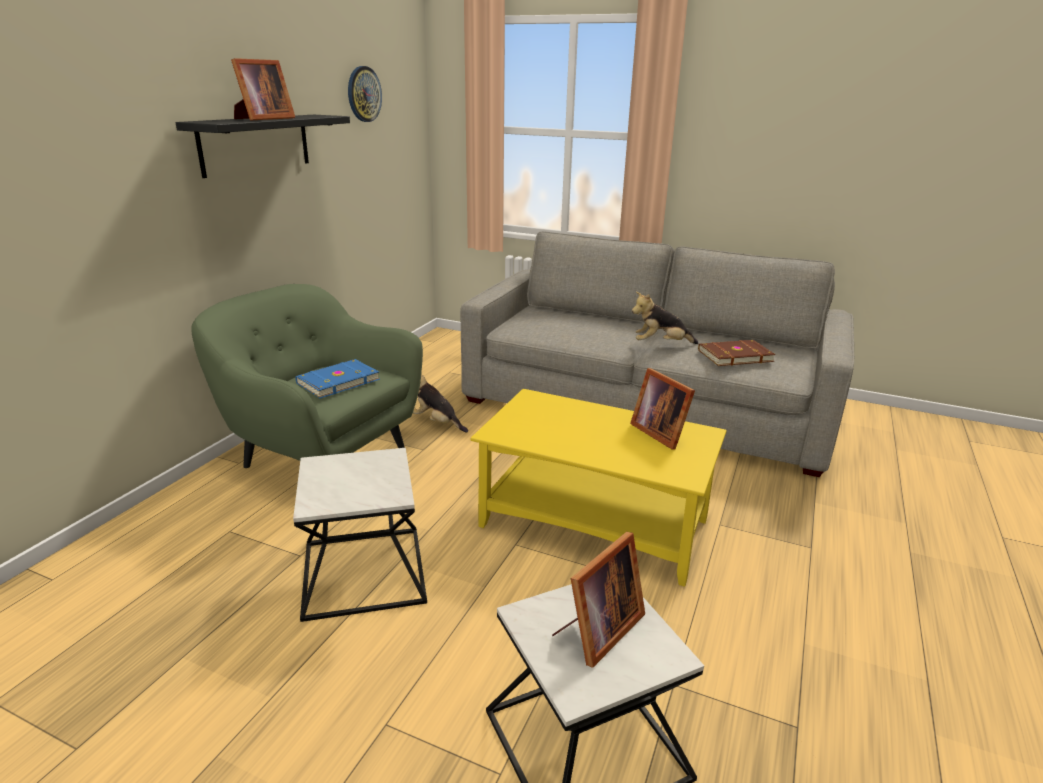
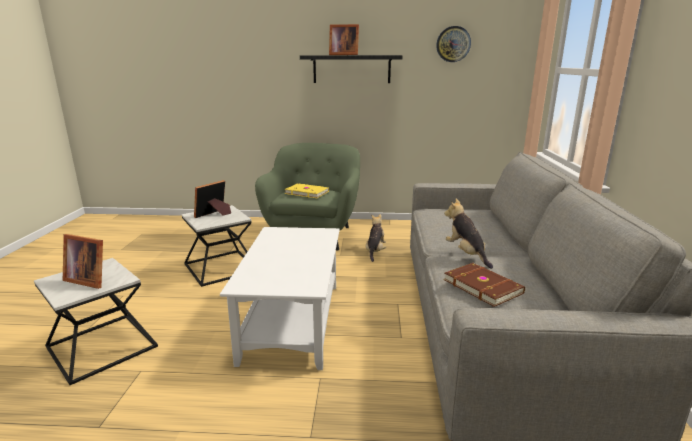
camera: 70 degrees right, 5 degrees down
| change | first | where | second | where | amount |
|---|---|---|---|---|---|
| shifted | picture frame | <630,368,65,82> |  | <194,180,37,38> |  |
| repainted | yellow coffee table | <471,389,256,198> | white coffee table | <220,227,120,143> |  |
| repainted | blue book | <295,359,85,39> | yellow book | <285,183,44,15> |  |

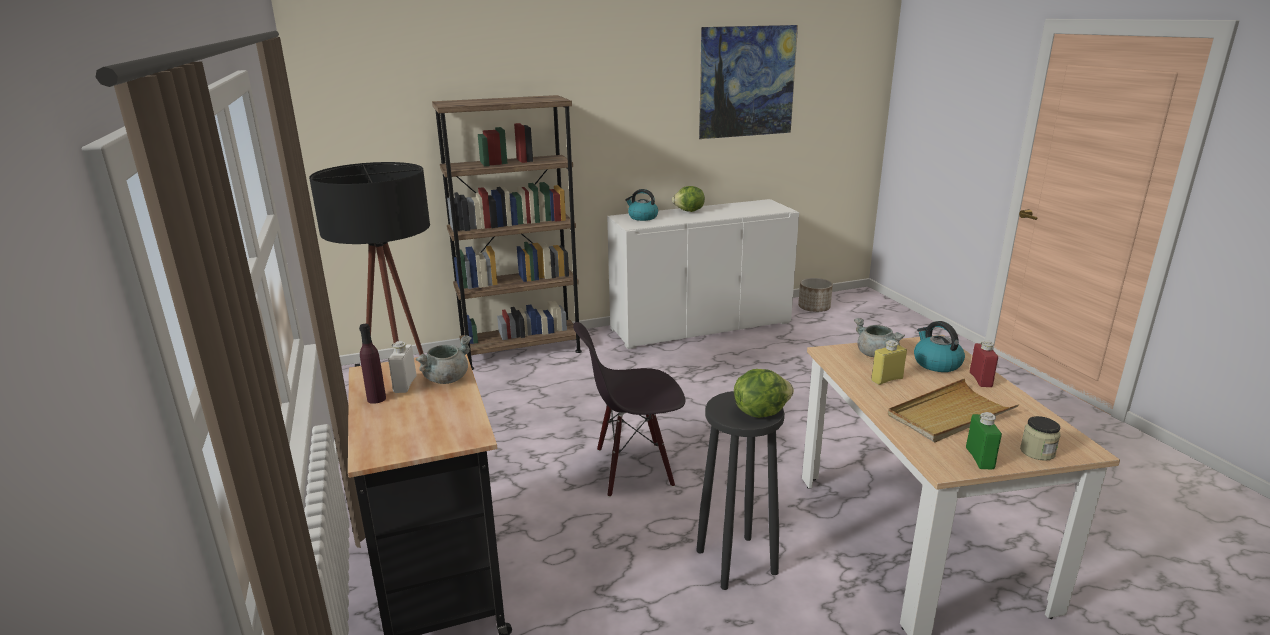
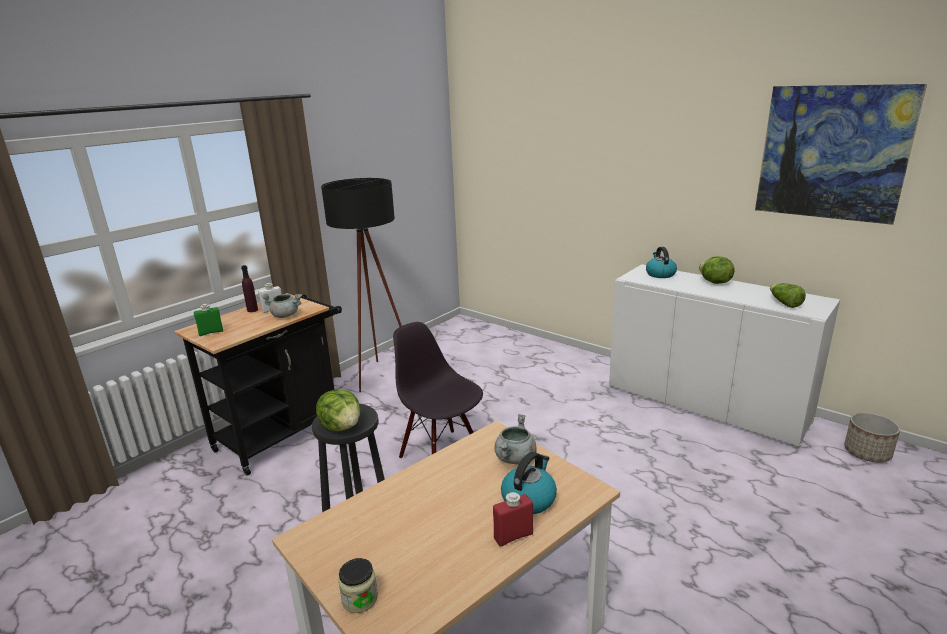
camera: 60 degrees right, 0 degrees up
| change | first | where | second | where | amount |
|---|---|---|---|---|---|
| shifted | green bottle | <966,412,36,57> |  | <194,304,29,32> |  |
| new |  |  | lettuce | <770,283,36,25> |  |
| gone | brown bookcase | <432,95,150,275> |  |  |  |
| gone | yellow bottle | <871,340,36,45> |  |  |  |
| gone | beige tray | <888,378,131,64> |  |  |  |

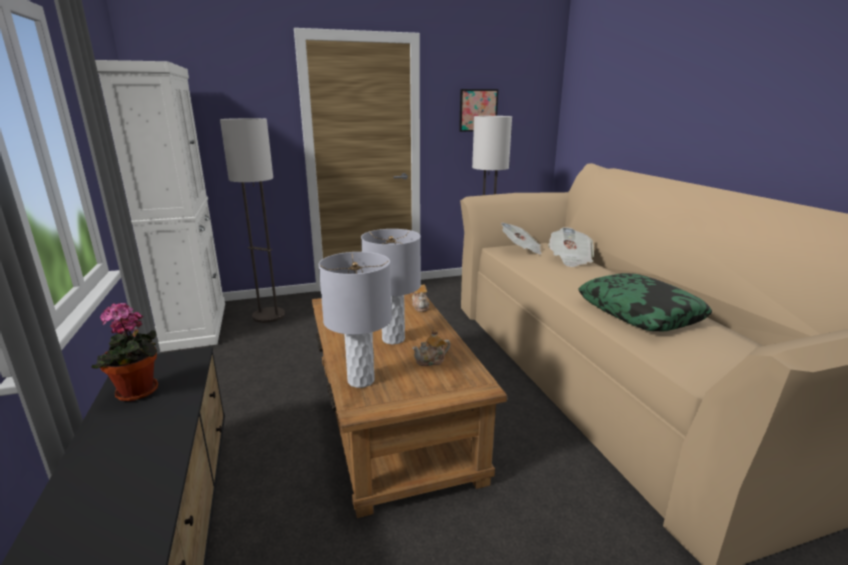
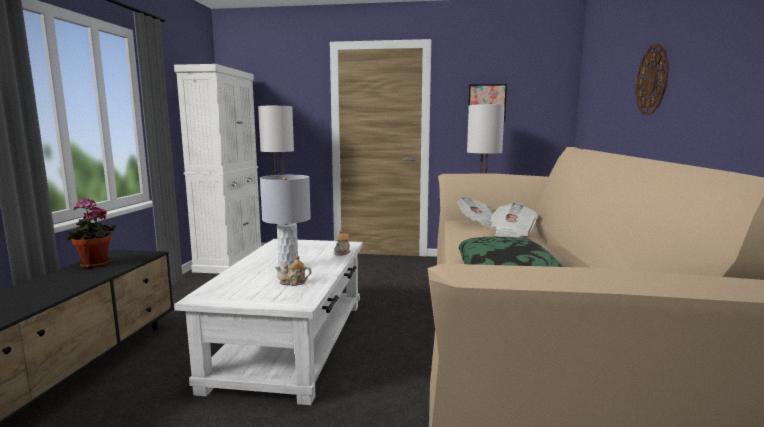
camera: 25 degrees right, 10 degrees down
| change | first | where | second | where | amount |
|---|---|---|---|---|---|
| repainted | brown coffee table | <312,293,195,225> | white coffee table | <174,239,189,166> |  |
| new |  |  | wall clock | <635,43,34,72> |  |
| gone | grey table lamp | <318,252,74,136> |  |  |  |

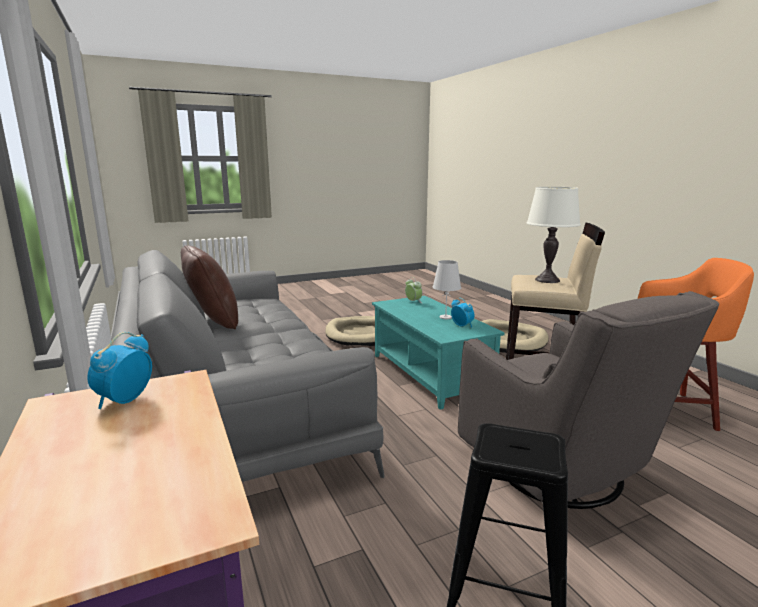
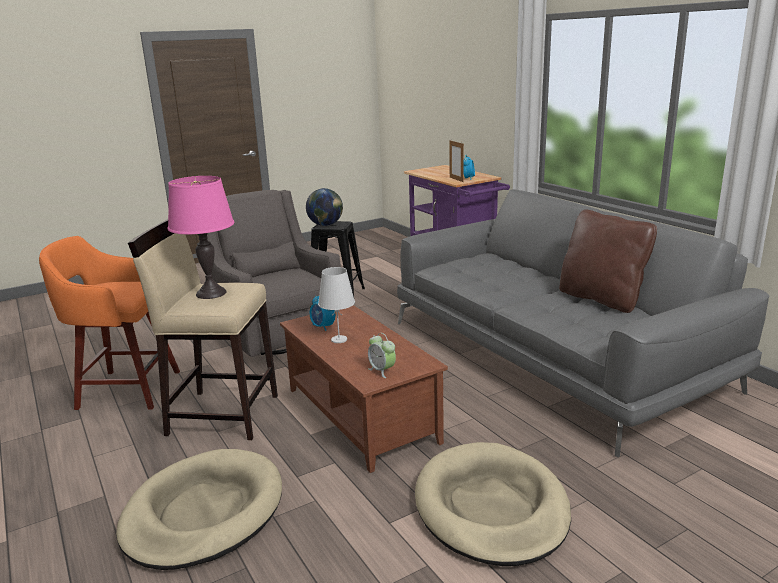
camera: 175 degrees right, 5 degrees up
| change | first | where | second | where | amount |
|---|---|---|---|---|---|
| repainted | white table lamp | <527,187,54,96> | pink table lamp | <168,176,66,123> |  |
| repainted | turquoise coffee table | <372,296,133,114> | brown coffee table | <280,305,168,168> |  |
| new |  |  | globe | <306,188,37,38> |  |
| new |  |  | picture frame | <450,140,14,42> |  |

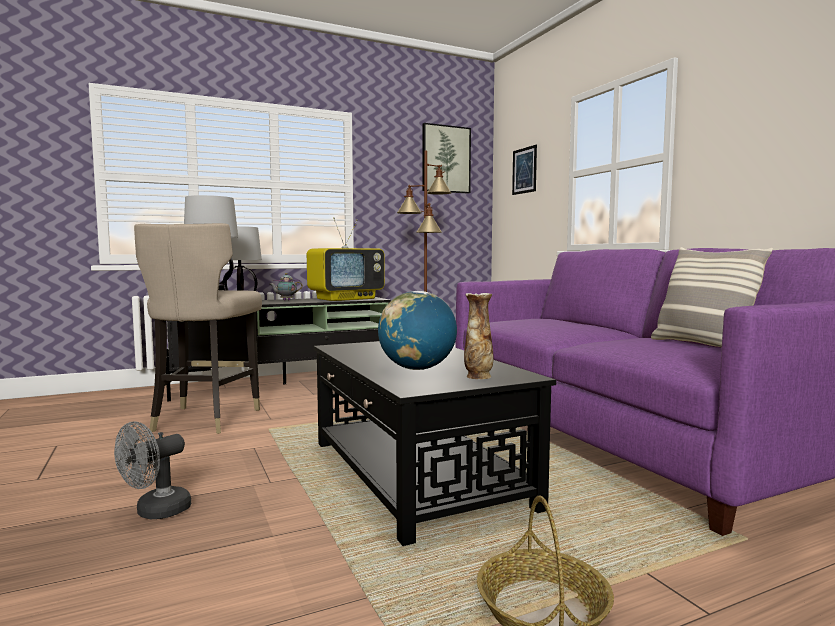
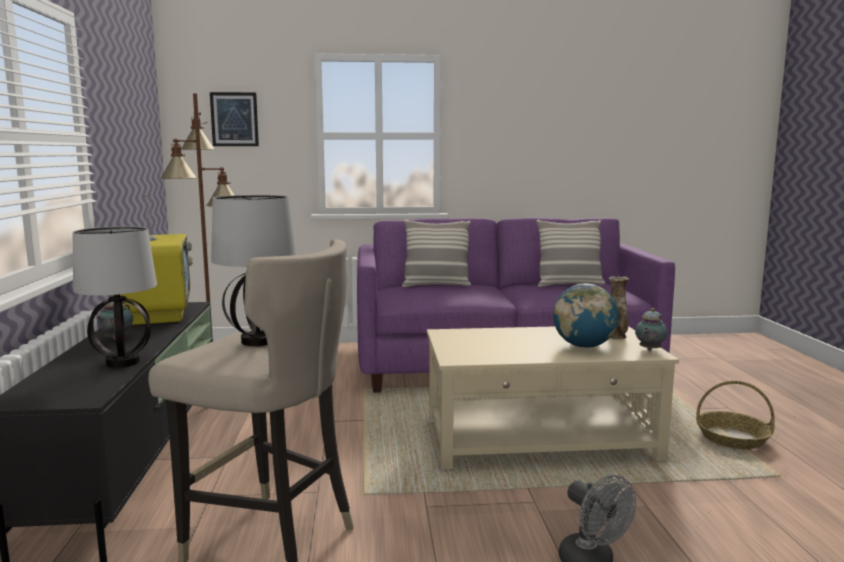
camera: 70 degrees left, 5 degrees up
| change | first | where | second | where | amount |
|---|---|---|---|---|---|
| new |  |  | pillow | <402,219,69,68> |  |
| repainted | black coffee table | <313,341,243,205> | beige coffee table | <427,326,252,144> |  |
| new |  |  | teapot | <635,308,33,43> |  |
| gone | picture | <422,123,49,70> |  |  |  |

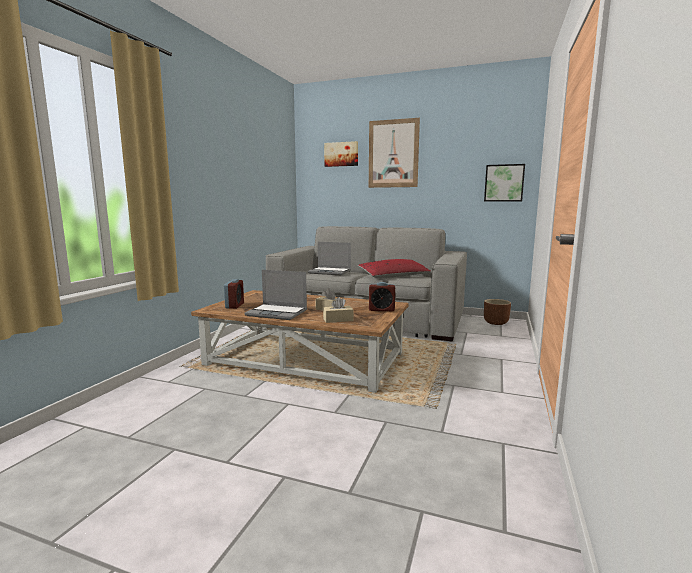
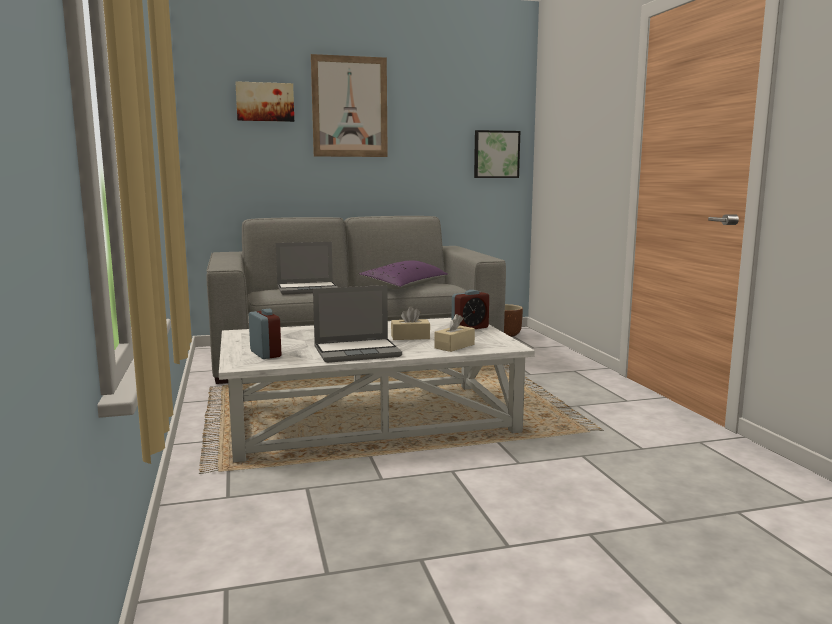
camera: 35 degrees left, 0 degrees up
| change | first | where | second | where | amount |
|---|---|---|---|---|---|
| repainted | brown coffee table | <191,290,218,103> | white coffee table | <219,318,316,144> |  |
| repainted | red pillow | <358,259,73,19> | purple pillow | <359,261,89,28> |  |

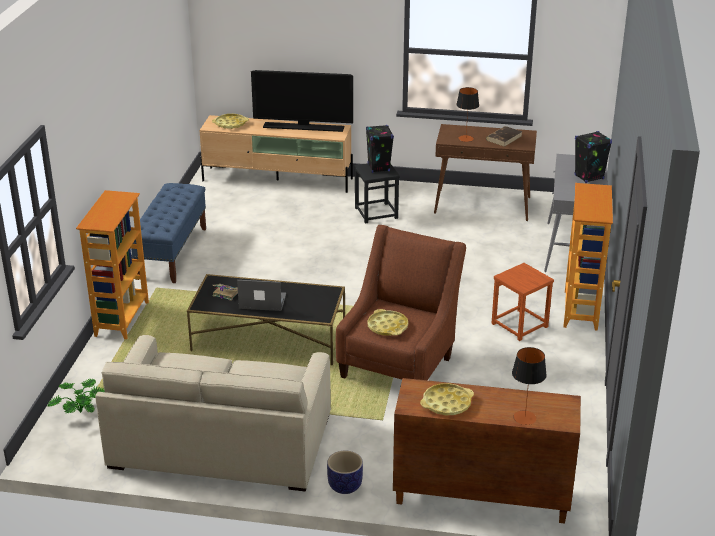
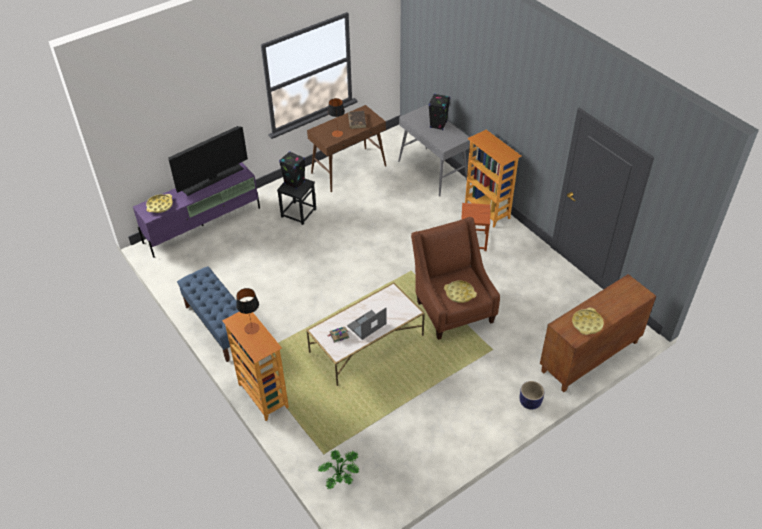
camera: 45 degrees left, 15 degrees up
| change | first | where | second | where | amount |
|---|---|---|---|---|---|
| repainted | beige tv stand | <199,115,154,78> | purple tv stand | <133,162,127,96> |  |
| shifted | table lamp | <512,347,35,78> |  | <236,288,24,46> |  |
| repainted | black coffee table | <187,274,158,91> | white coffee table | <306,283,119,103> |  |
| gone | beige sofa | <95,335,236,157> |  |  |  |

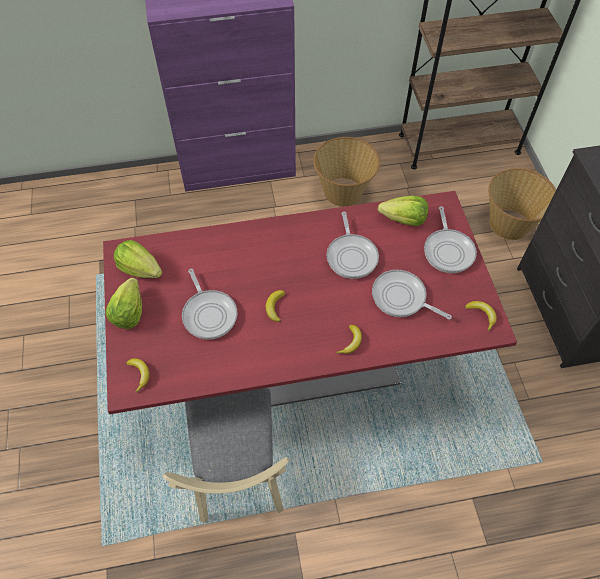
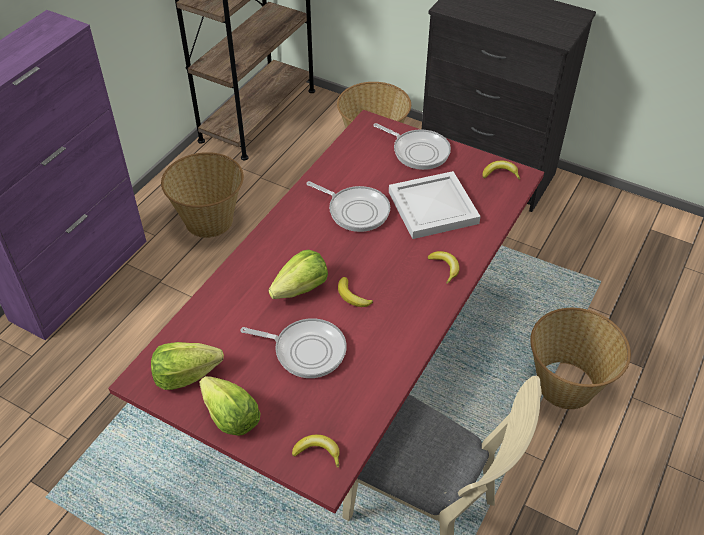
camera: 50 degrees left, 10 degrees down
| change | first | where | second | where | amount |
|---|---|---|---|---|---|
| shifted | lettuce | <378,196,50,30> |  | <268,250,60,49> |  |
| swapped | frying pan | <372,270,80,50> | white tray | <389,171,92,68> |  |
| new |  |  | basket | <530,308,101,101> |  |

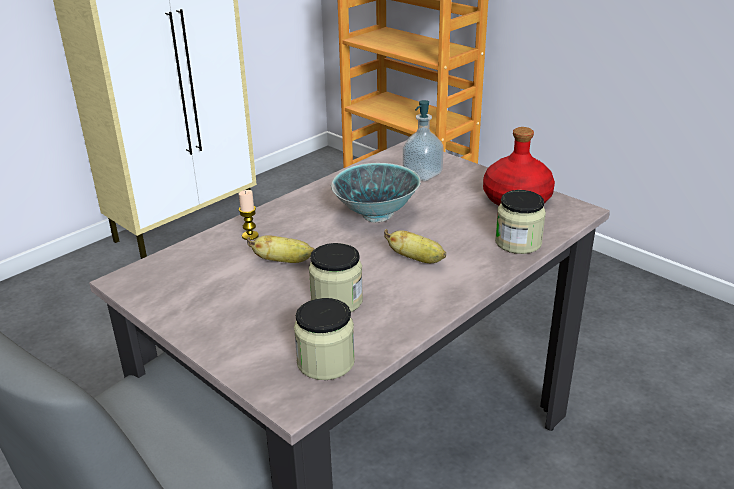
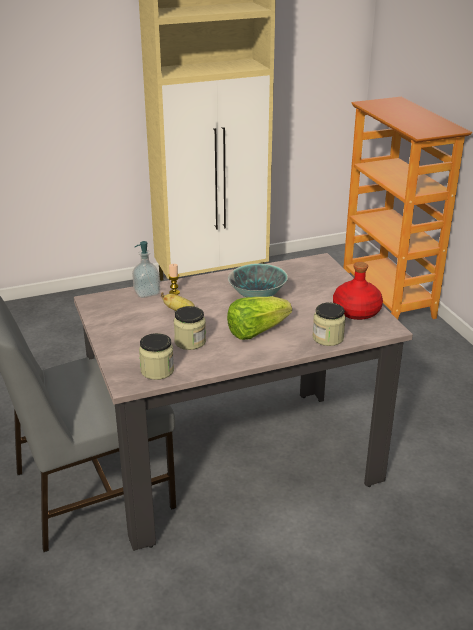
camera: 25 degrees right, 0 degrees up
| change | first | where | second | where | amount |
|---|---|---|---|---|---|
| shifted | soap dispenser | <403,100,41,81> |  | <132,241,28,57> |  |
| swapped | banana | <384,229,62,34> | lettuce | <227,296,65,44> |  |

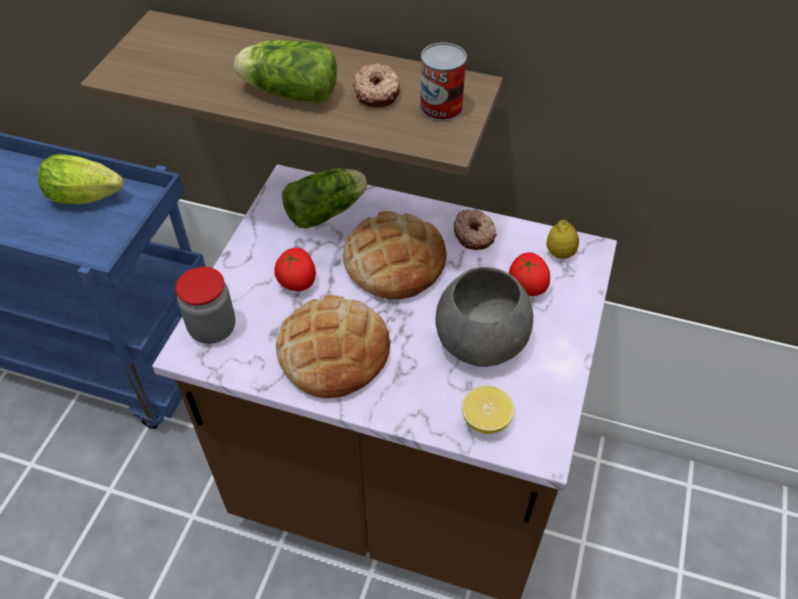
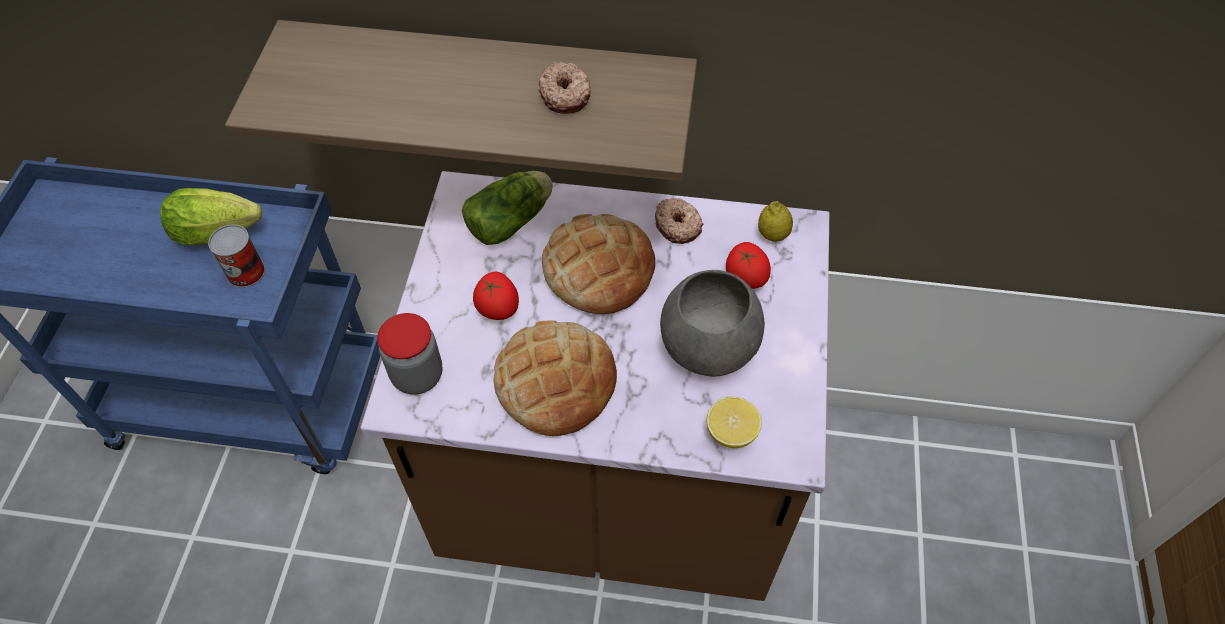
camera: 10 degrees left, 5 degrees up
| change | first | where | second | where | amount |
|---|---|---|---|---|---|
| shifted | can | <420,43,47,78> |  | <208,224,57,64> |  |
| gone | lettuce | <234,40,103,64> |  |  |  |

